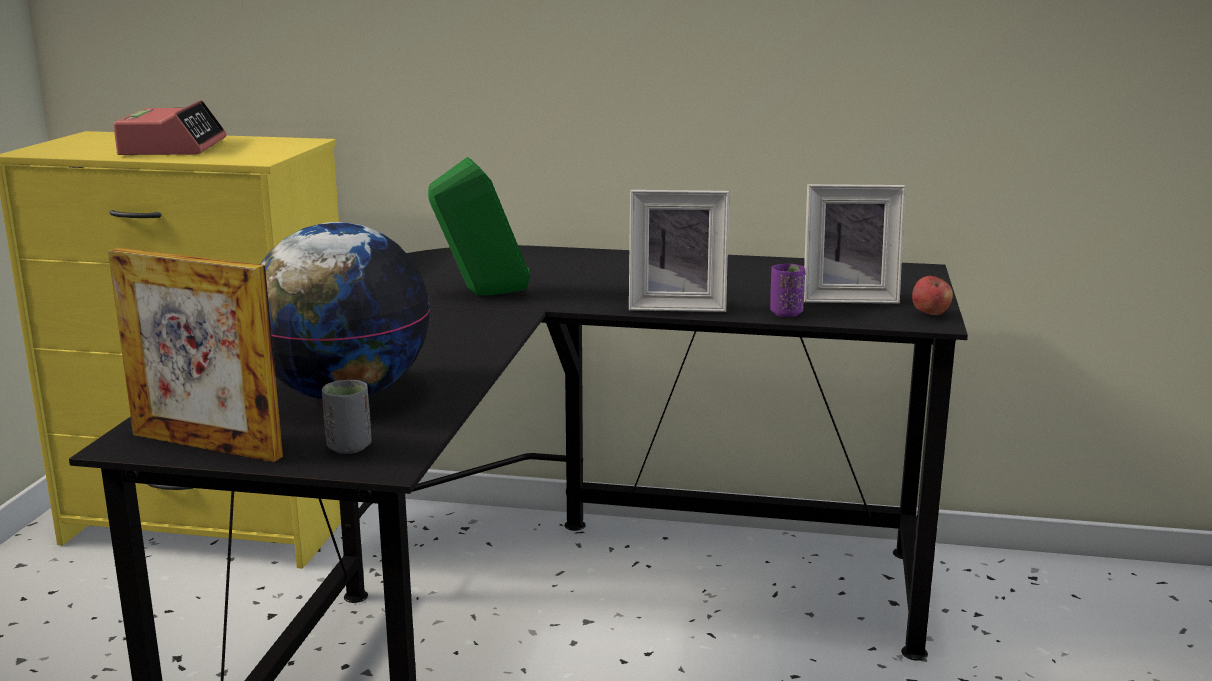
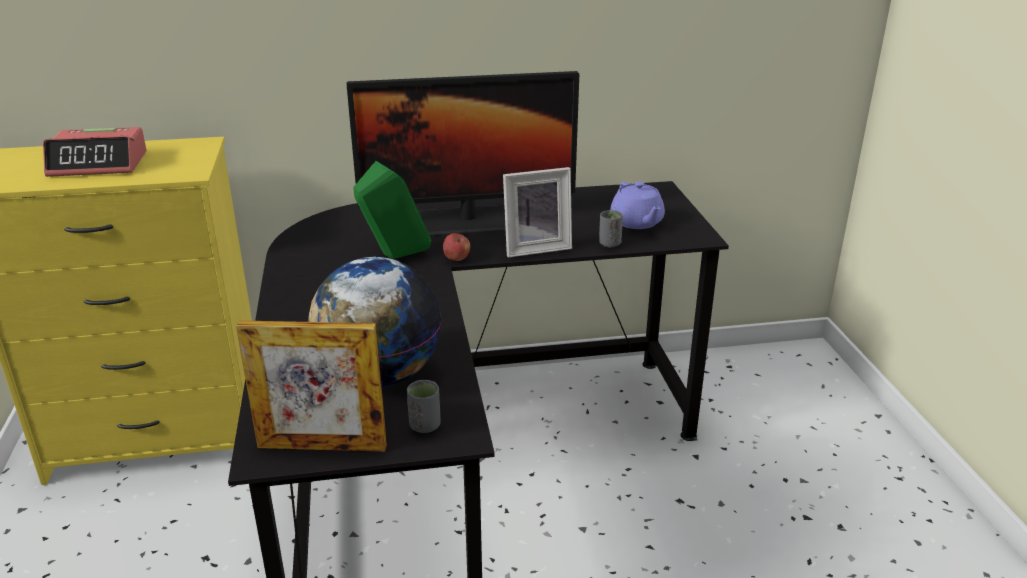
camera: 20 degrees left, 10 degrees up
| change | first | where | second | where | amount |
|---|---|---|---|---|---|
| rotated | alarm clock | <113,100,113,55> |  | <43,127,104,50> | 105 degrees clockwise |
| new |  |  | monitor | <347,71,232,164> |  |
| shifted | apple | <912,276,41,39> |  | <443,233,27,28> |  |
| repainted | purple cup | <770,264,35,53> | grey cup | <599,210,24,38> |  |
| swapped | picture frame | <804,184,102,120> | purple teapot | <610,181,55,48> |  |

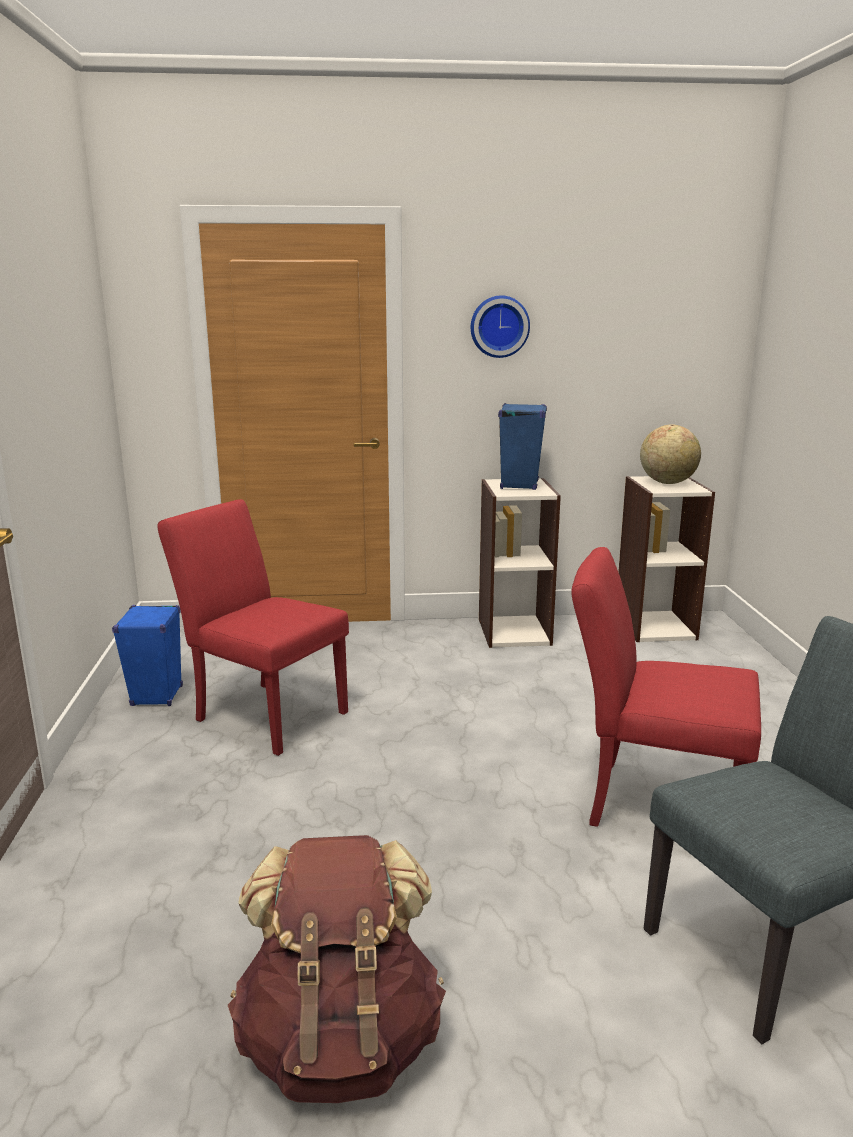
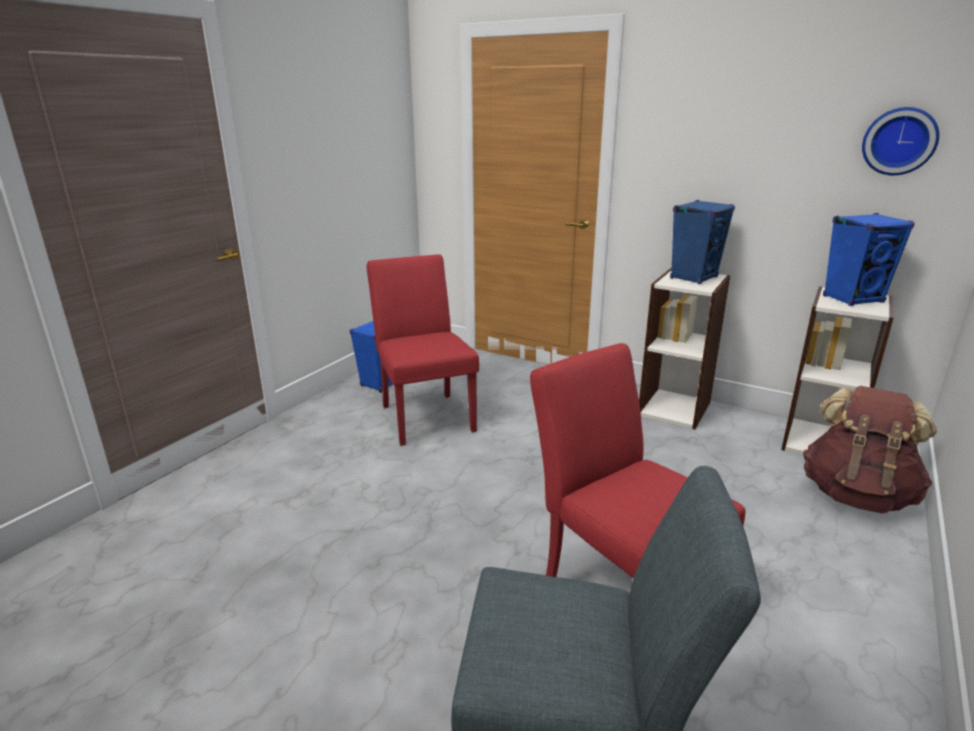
camera: 35 degrees right, 5 degrees up
| change | first | where | second | where | amount |
|---|---|---|---|---|---|
| shifted | brown backpack | <228,835,218,268> |  | <803,386,134,127> |  |
| swapped | globe | <640,424,61,60> | blue speaker | <823,213,92,93> |  |
| shifted | wall clock | <471,295,59,63> |  | <862,107,77,68> |  |

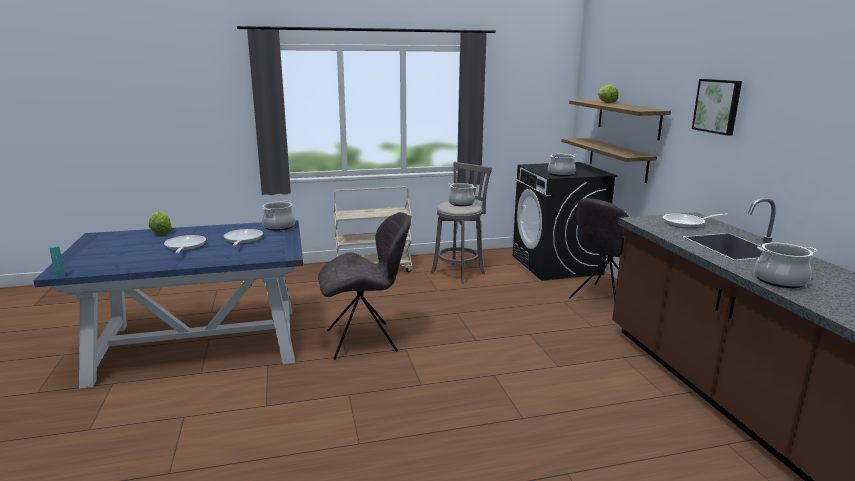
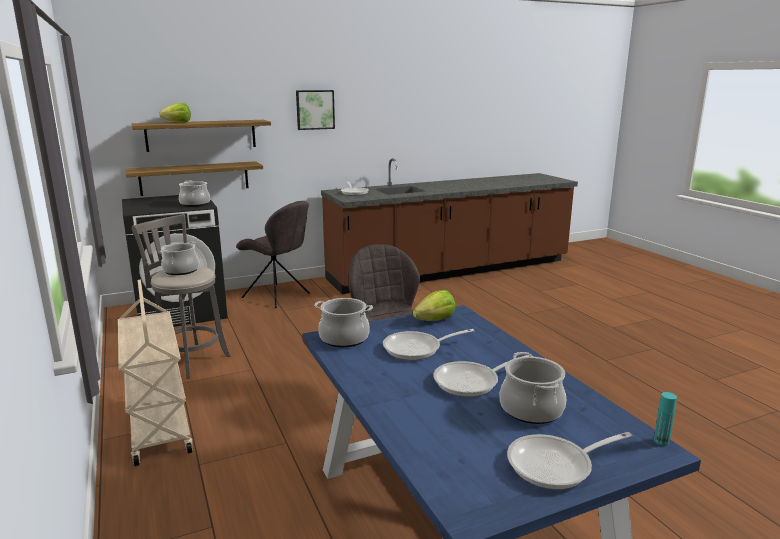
camera: 100 degrees left, 0 degrees up
| change | first | where | second | where | amount |
|---|---|---|---|---|---|
| shifted | lettuce | <149,212,23,22> |  | <413,290,42,31> |  |
| shifted | cooking pot | <754,242,64,46> |  | <499,352,67,72> |  |
| new |  |  | frying pan | <507,432,125,58> |  |

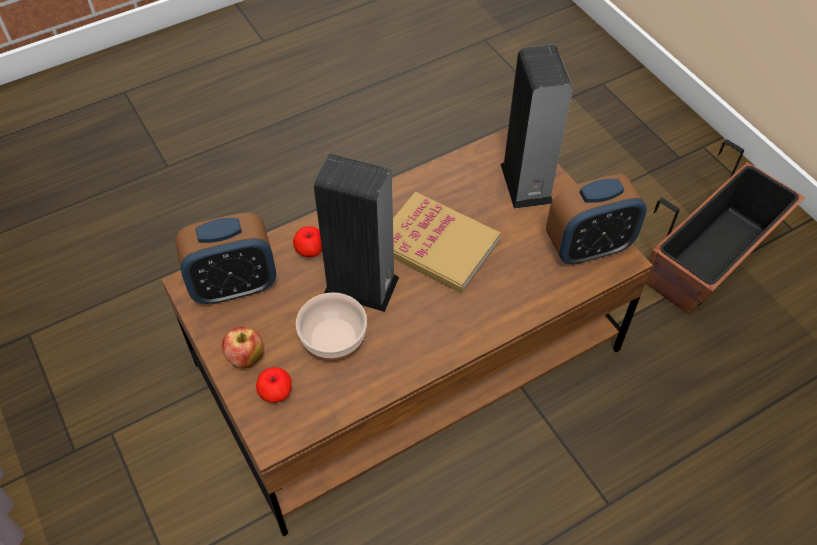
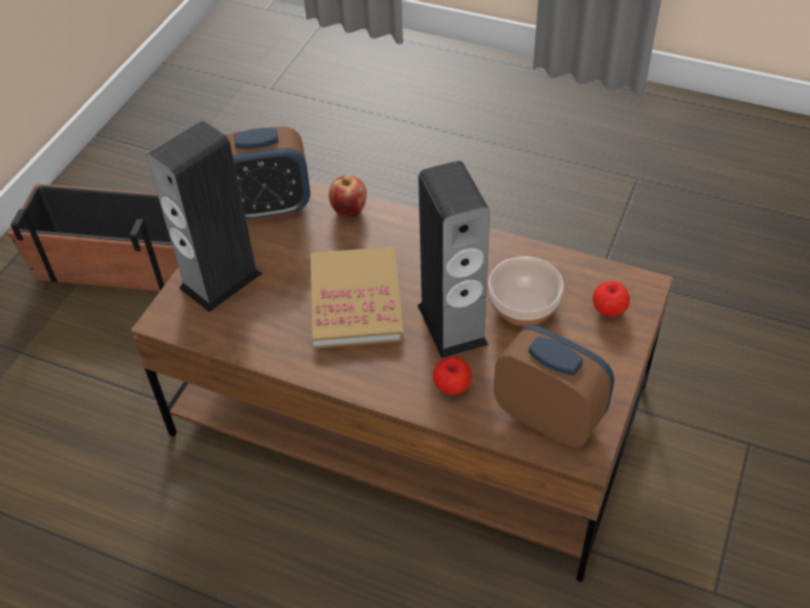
camera: 125 degrees left, 5 degrees down
| change | first | where | second | where | amount |
|---|---|---|---|---|---|
| rotated | alarm clock | <546,174,101,91> |  | <225,126,85,95> | 135 degrees clockwise |
| shifted | apple | <222,327,41,41> |  | <329,176,38,41> |  |

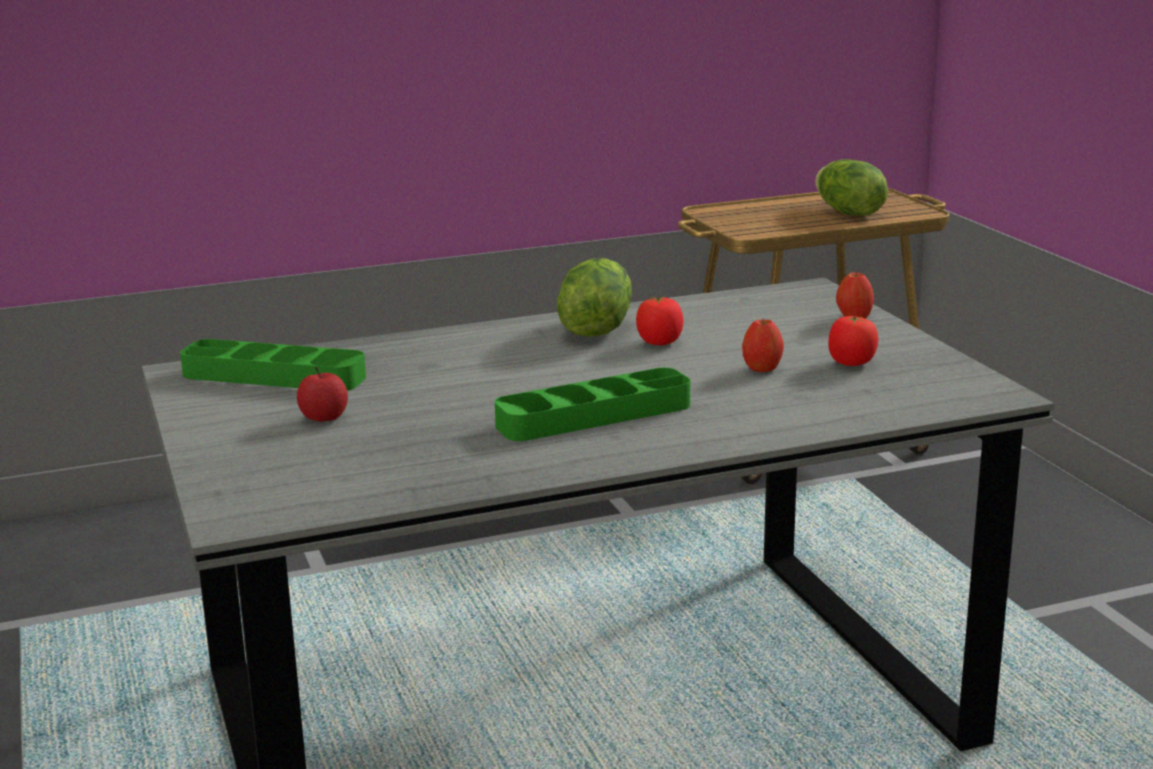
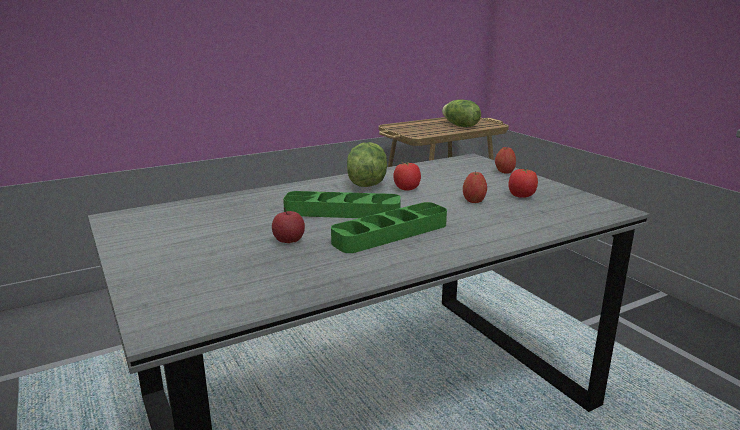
camera: 10 degrees left, 0 degrees up
| change | first | where | second | where | amount |
|---|---|---|---|---|---|
| shifted | apple | <297,367,51,55> |  | <272,207,33,36> |  |
| shifted | green tray | <180,339,186,52> |  | <283,191,118,27> |  |

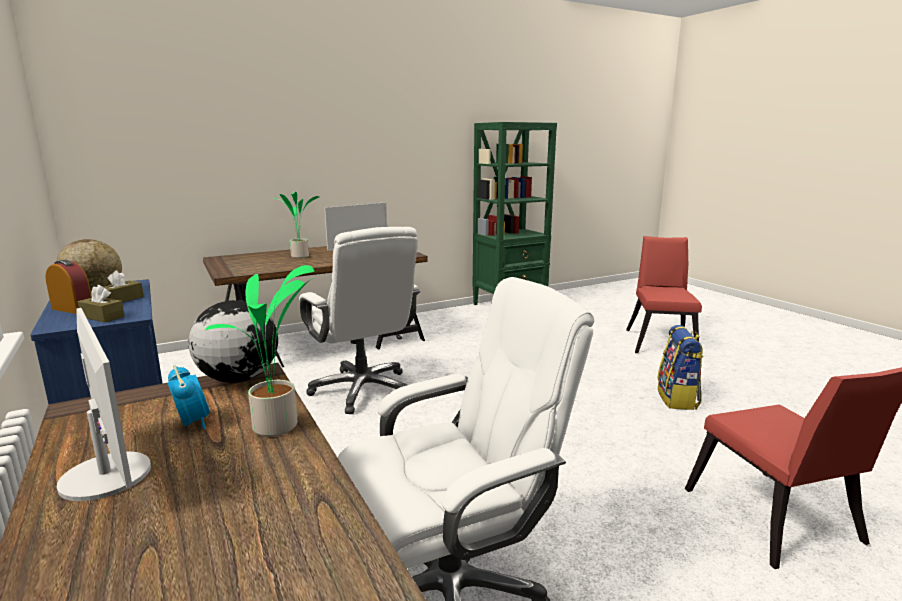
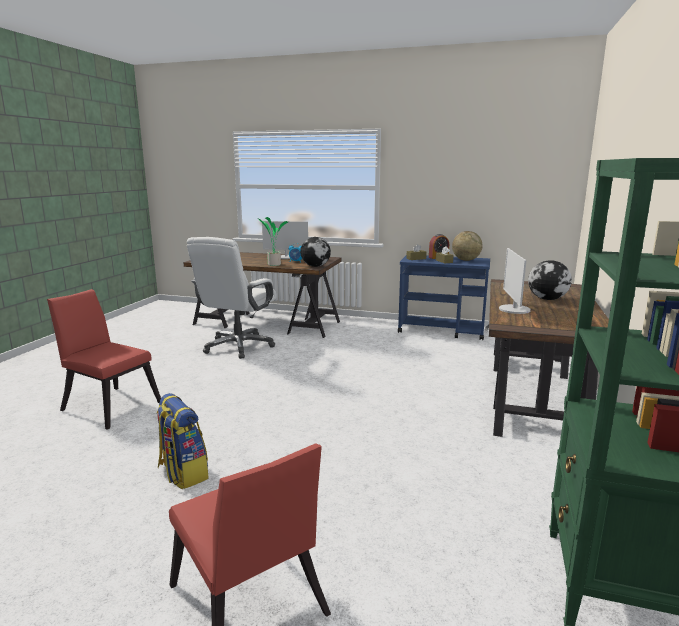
camera: 135 degrees right, 0 degrees up
| change | first | where | second | where | amount |
|---|---|---|---|---|---|
| swapped | potted plant | <274,192,45,66> | globe | <528,260,44,40> |  |
| gone | white office chair | <299,227,122,187> |  |  |  |

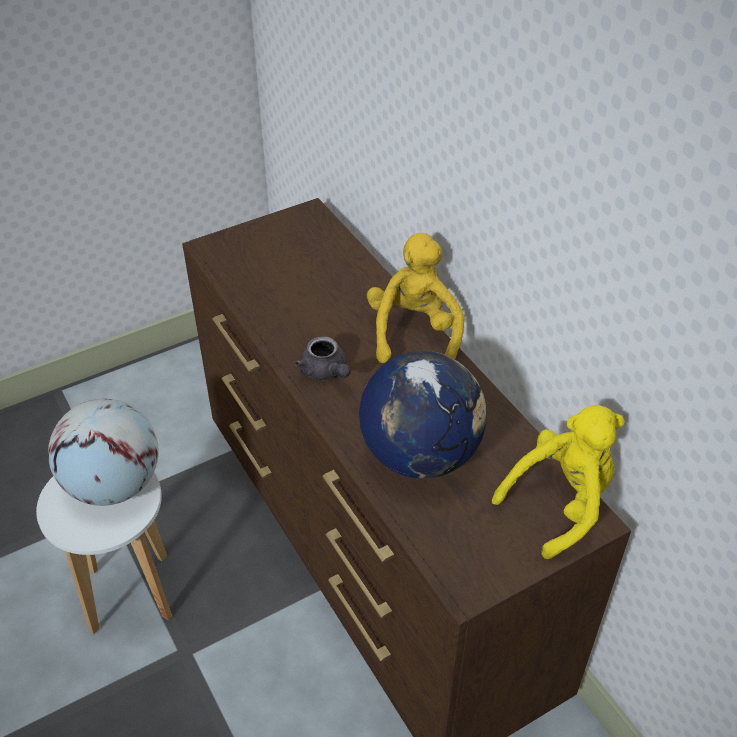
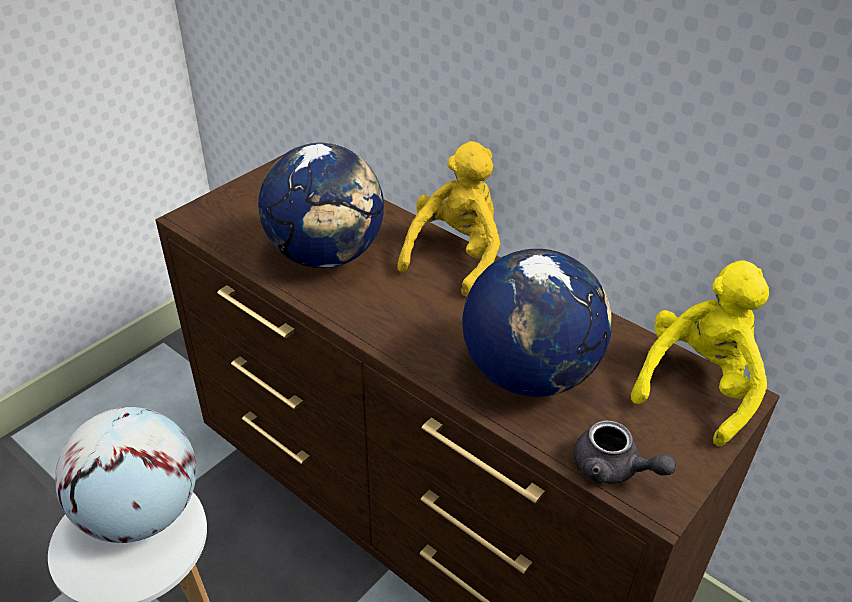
camera: 20 degrees left, 5 degrees down
| change | first | where | second | where | amount |
|---|---|---|---|---|---|
| new |  |  | globe | <258,143,126,125> |  |
| rotated | yellow plush toy | <367,233,97,130> |  | <397,141,103,156> | 45 degrees clockwise |
| shifted | grey teapot | <295,336,56,44> |  | <573,420,103,64> |  |

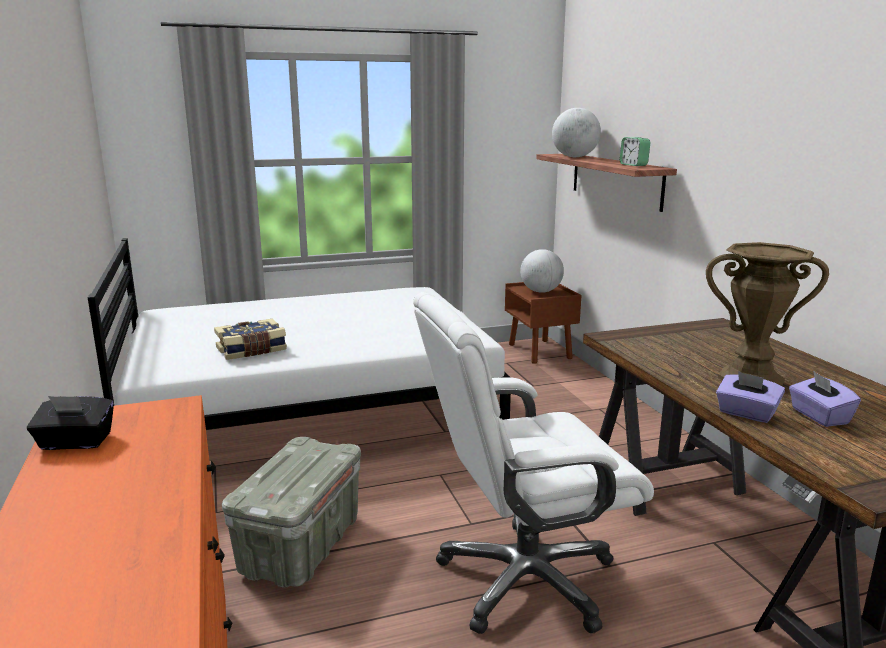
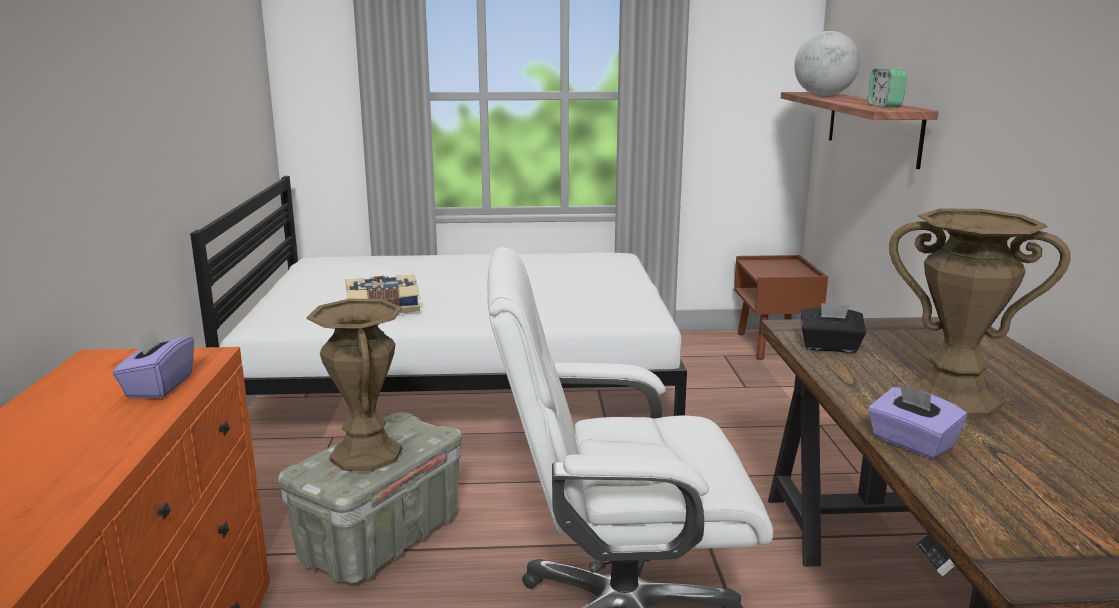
camera: 15 degrees right, 0 degrees up
| change | first | where | second | where | amount |
|---|---|---|---|---|---|
| shifted | purple tissue box | <789,371,72,56> |  | <112,325,82,73> |  |
| new |  |  | brown vase | <306,299,97,172> |  |
| shifted | black tissue box | <27,396,87,54> |  | <800,303,66,50> |  |
| gone | globe | <520,249,44,44> |  |  |  |

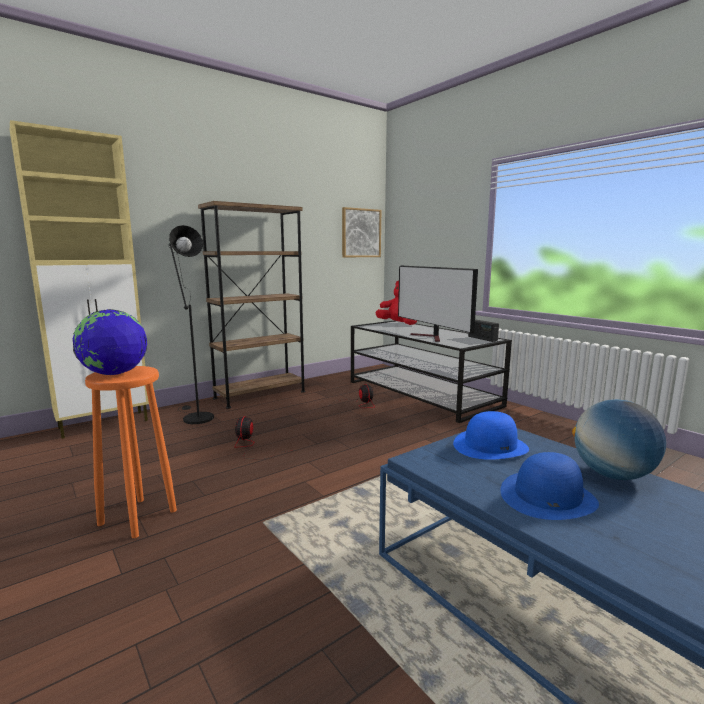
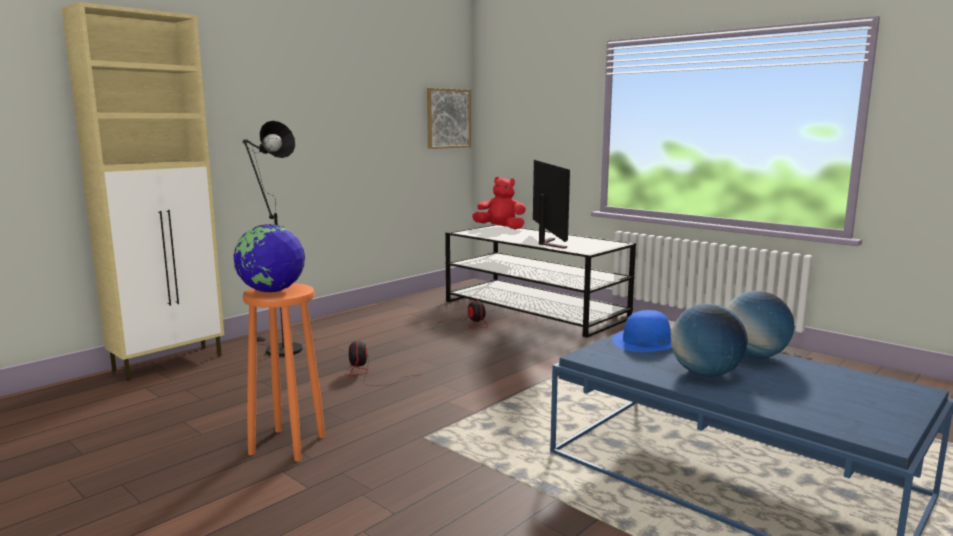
camera: 10 degrees left, 0 degrees up
| change | first | where | second | where | amount |
|---|---|---|---|---|---|
| rotated | television | <398,266,80,76> |  | <533,160,37,89> | 150 degrees counterclockwise |
| swapped | blue hat | <500,452,99,68> | globe | <671,304,76,73> |  |
| gone | brown bookcase | <198,201,107,208> |  |  |  |
| gone | radio | <468,319,31,23> |  |  |  |

